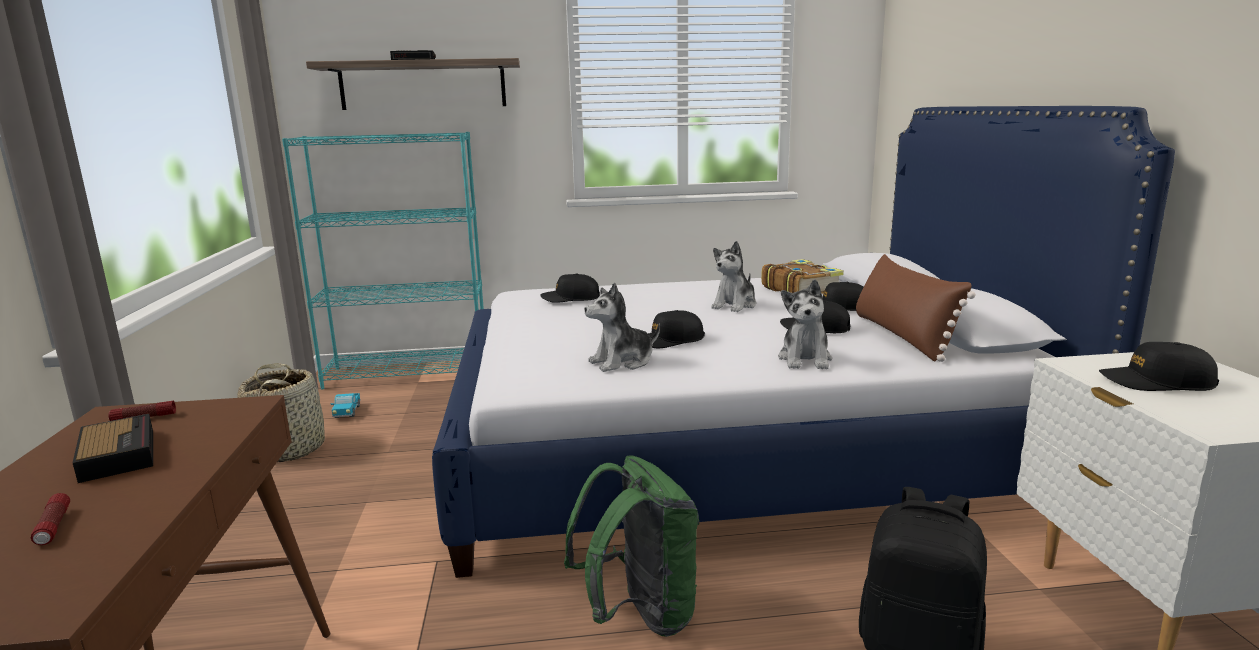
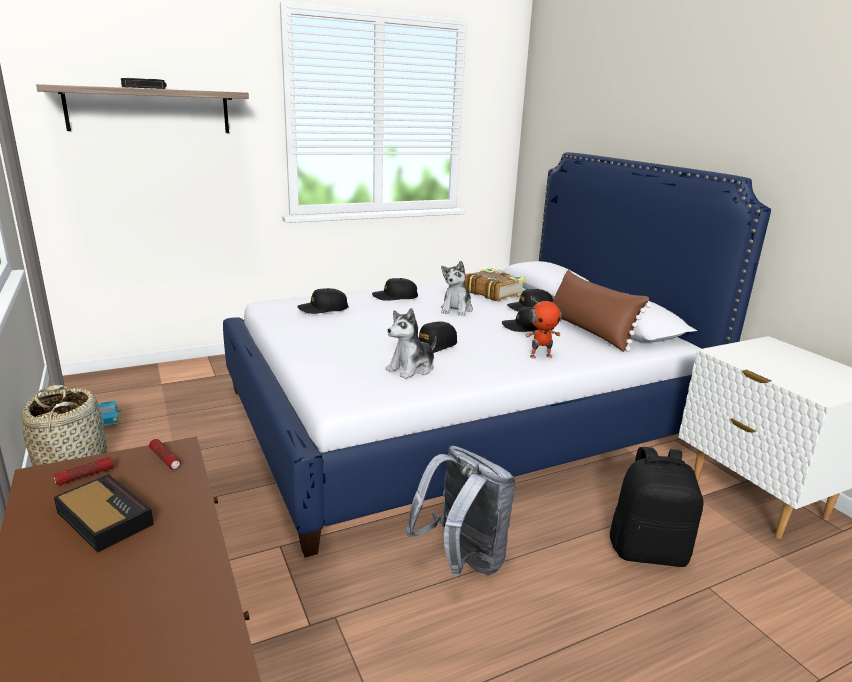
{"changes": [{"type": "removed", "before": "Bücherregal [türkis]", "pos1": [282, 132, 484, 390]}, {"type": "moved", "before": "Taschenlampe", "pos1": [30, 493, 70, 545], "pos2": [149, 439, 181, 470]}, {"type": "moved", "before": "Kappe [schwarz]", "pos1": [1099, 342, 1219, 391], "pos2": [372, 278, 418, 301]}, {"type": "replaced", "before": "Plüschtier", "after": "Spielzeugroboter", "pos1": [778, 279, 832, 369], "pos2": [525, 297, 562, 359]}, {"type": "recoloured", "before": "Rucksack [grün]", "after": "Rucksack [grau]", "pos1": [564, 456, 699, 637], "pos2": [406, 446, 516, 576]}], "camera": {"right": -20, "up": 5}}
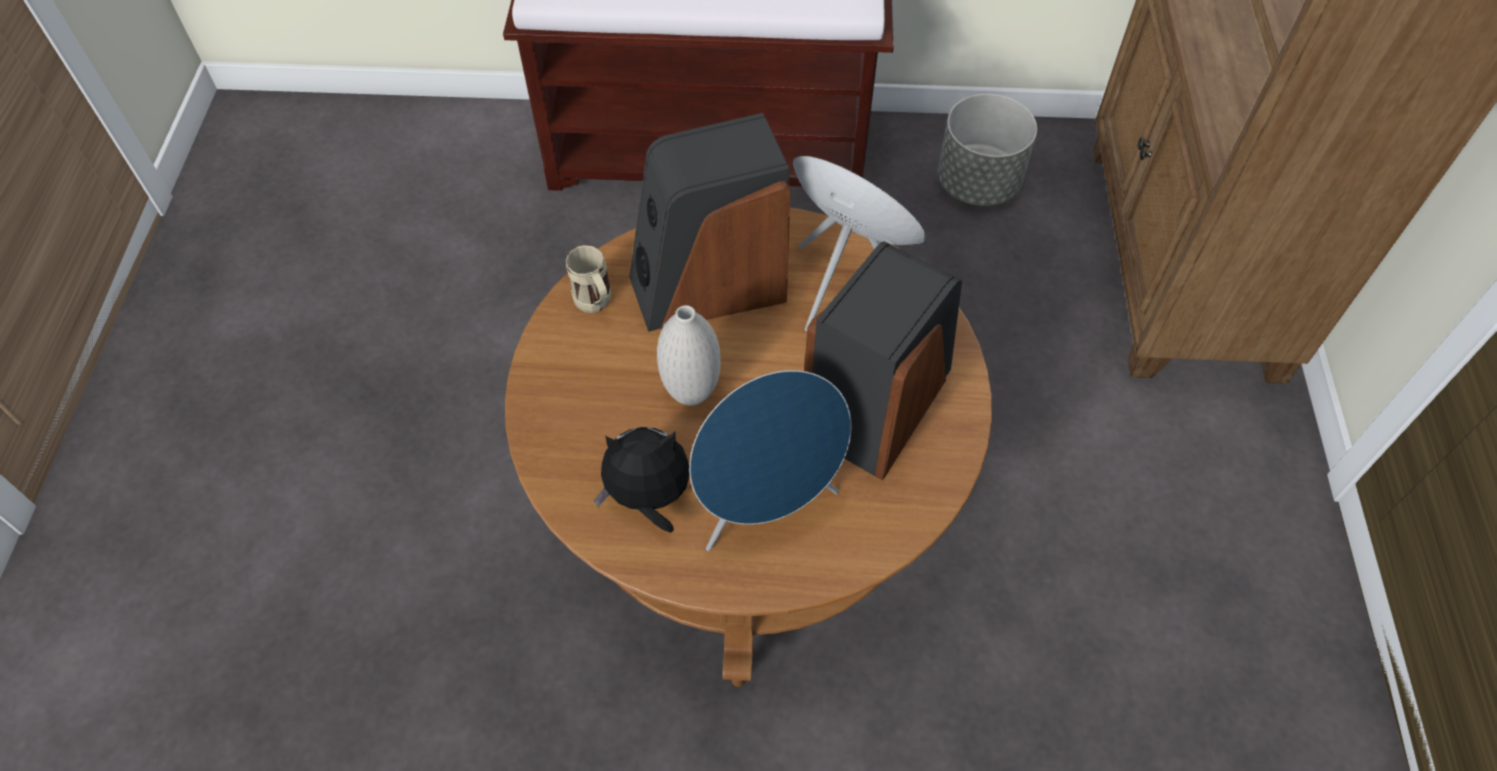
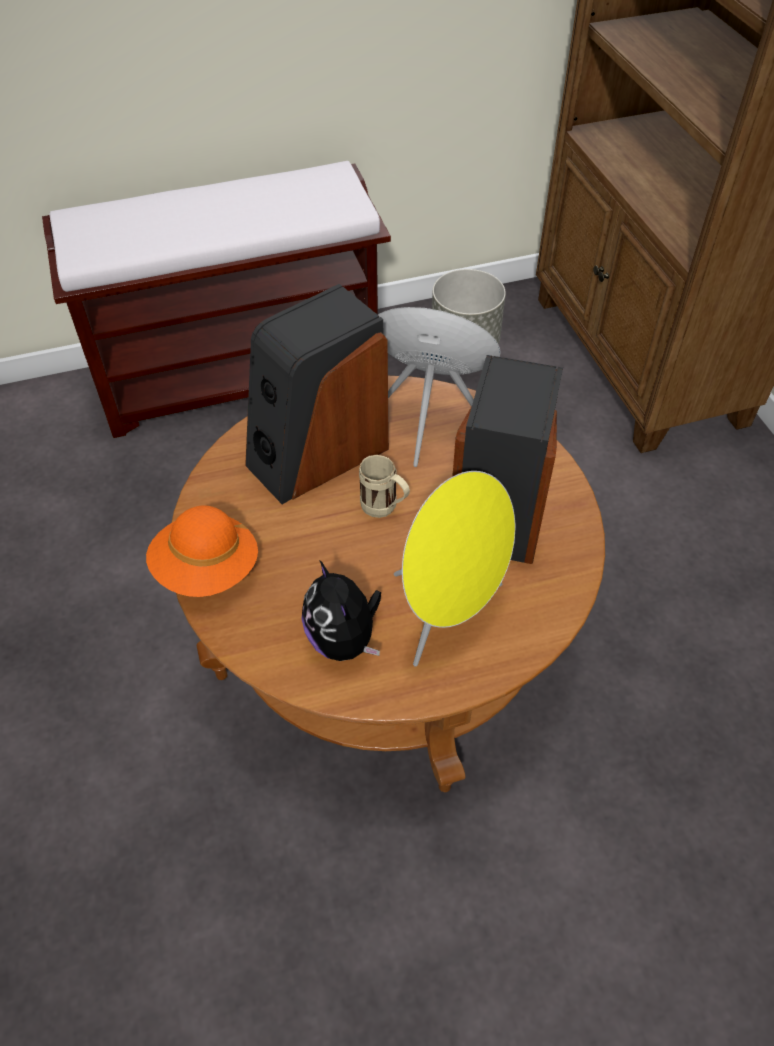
{"changes": [{"type": "removed", "before": "Vase [weiß]", "pos1": [657, 305, 721, 406]}, {"type": "added", "after": "Hut [orange]", "pos2": [146, 505, 258, 597]}, {"type": "moved", "before": "Henkelbecher [beige]", "pos1": [566, 245, 611, 313], "pos2": [359, 454, 410, 518]}, {"type": "recoloured", "before": "Lautsprecher [blau]", "after": "Lautsprecher [gelb]", "pos1": [689, 370, 851, 551], "pos2": [394, 471, 516, 667]}, {"type": "turned", "before": "Plüschtier", "pos1": [594, 427, 690, 533], "pos2": [302, 560, 381, 661], "turn": -90}], "camera": {"right": -20, "up": -5}}
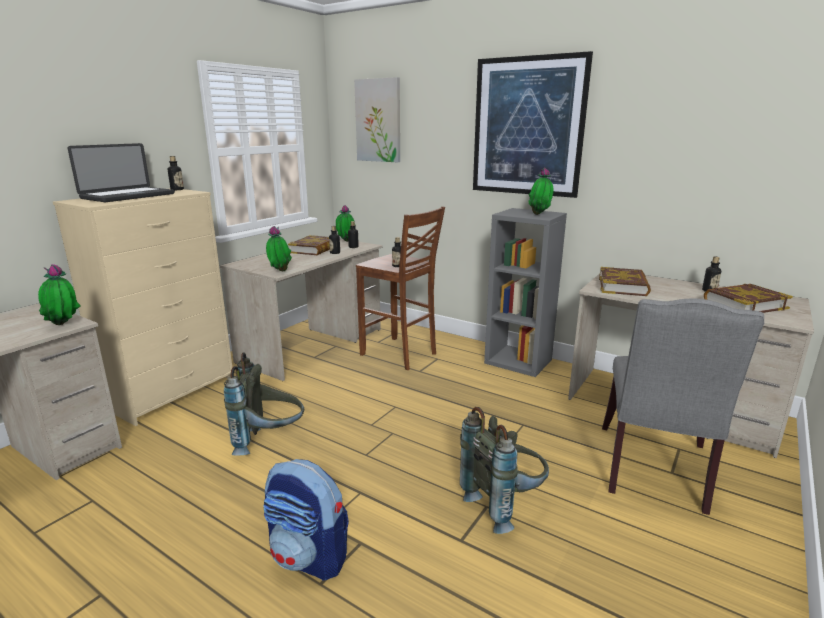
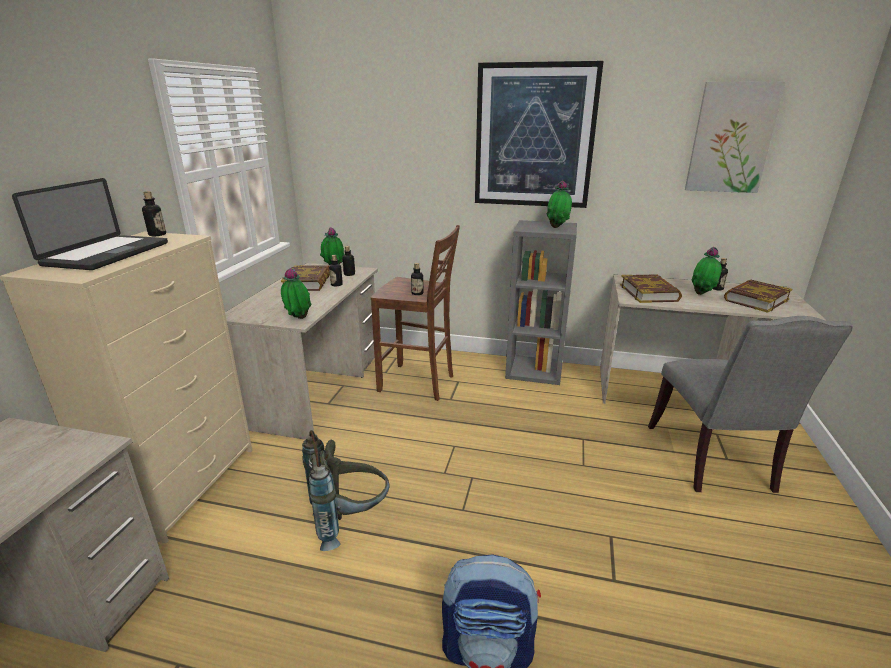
{"changes": [{"type": "removed", "before": "Rucksack [grau]", "pos1": [460, 407, 549, 534]}, {"type": "moved", "before": "Topfpflanze", "pos1": [38, 264, 80, 325], "pos2": [692, 247, 722, 295]}, {"type": "moved", "before": "Bild", "pos1": [354, 77, 400, 162], "pos2": [685, 81, 786, 193]}], "camera": {"right": -20, "up": 5}}
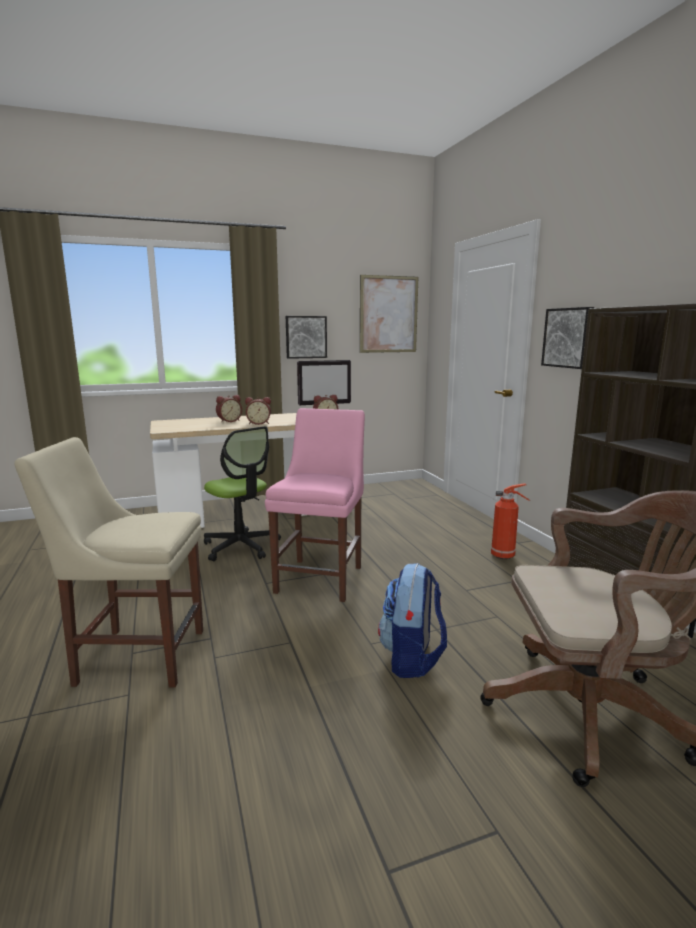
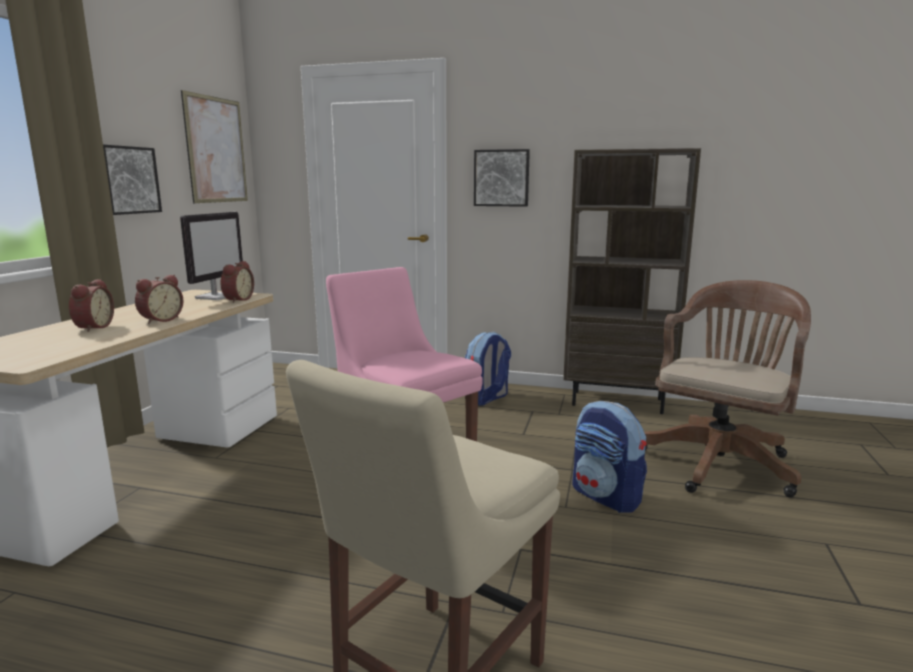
{"changes": [{"type": "removed", "before": "Bürostuhl", "pos1": [204, 426, 281, 561]}, {"type": "replaced", "before": "Feuerlöscher", "after": "Rucksack", "pos1": [491, 483, 530, 559], "pos2": [465, 332, 511, 406]}], "camera": {"right": -55, "up": 0}}
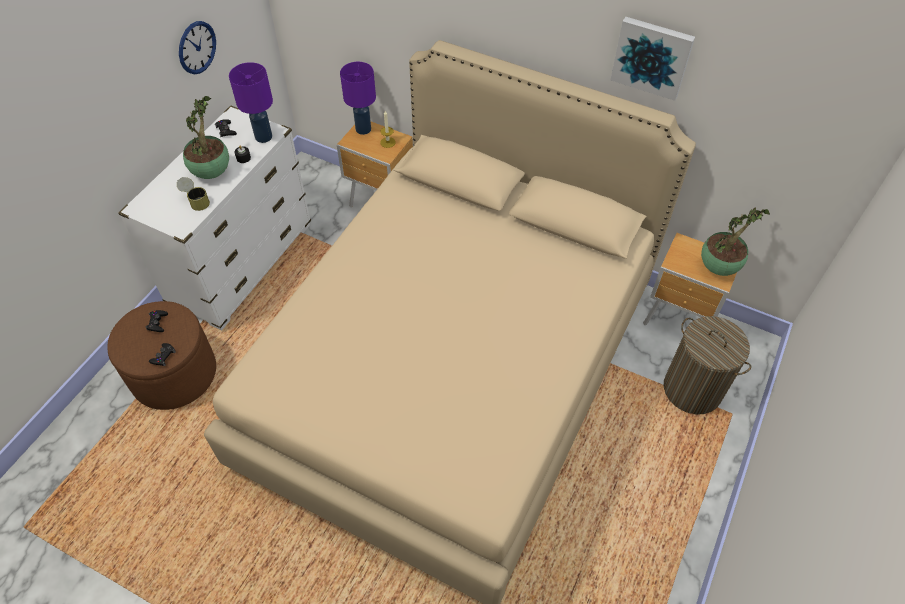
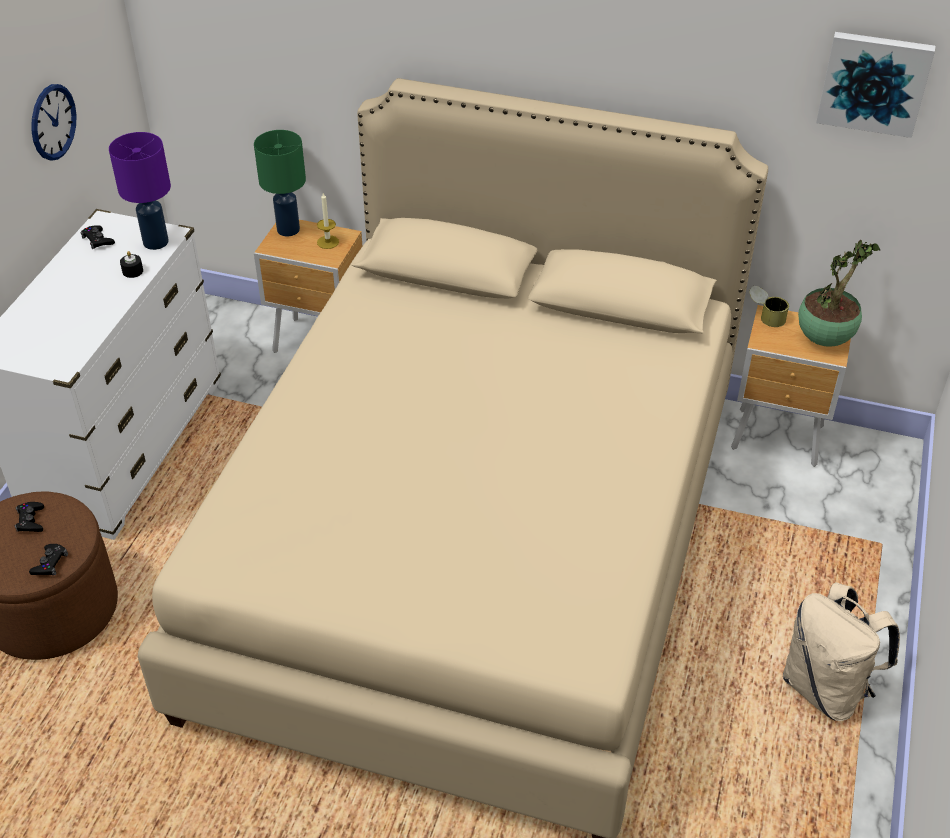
{"changes": [{"type": "removed", "before": "Topfpflanze", "pos1": [183, 96, 229, 179]}, {"type": "removed", "before": "Wäschekorb", "pos1": [664, 316, 752, 415]}, {"type": "added", "after": "Rucksack [beige]", "pos2": [783, 582, 900, 721]}, {"type": "moved", "before": "Dose", "pos1": [177, 177, 210, 211], "pos2": [749, 286, 789, 327]}, {"type": "moved", "before": "Bild", "pos1": [610, 17, 695, 101], "pos2": [816, 32, 935, 138]}, {"type": "recoloured", "before": "Tischlampe [lila]", "after": "Tischlampe [grün]", "pos1": [340, 62, 376, 135], "pos2": [254, 130, 306, 236]}], "camera": {"right": -10, "up": -10}}
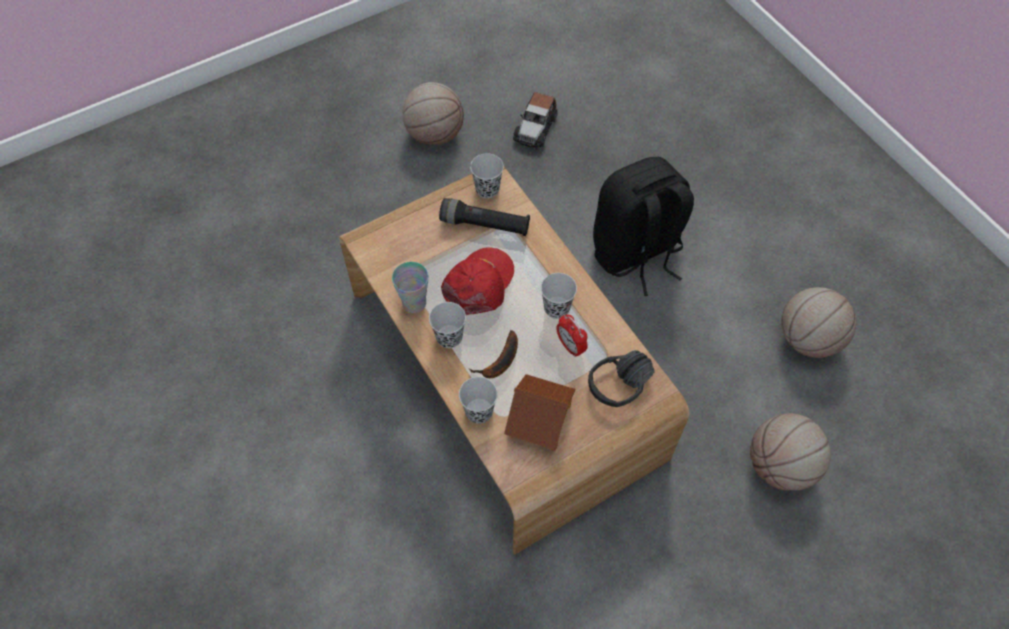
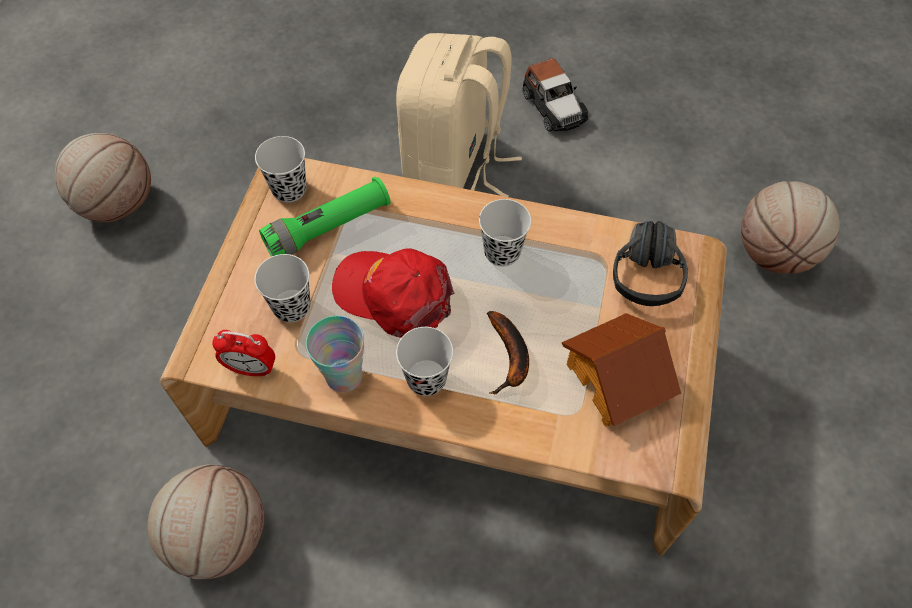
{"changes": [{"type": "moved", "before": "Tasse [schwarz]", "pos1": [459, 377, 498, 424], "pos2": [254, 254, 311, 323]}, {"type": "moved", "before": "Spielzeugauto", "pos1": [513, 92, 558, 148], "pos2": [523, 58, 588, 132]}, {"type": "moved", "before": "Wecker", "pos1": [556, 314, 588, 357], "pos2": [212, 330, 275, 377]}, {"type": "moved", "before": "Basketball", "pos1": [781, 287, 857, 358], "pos2": [147, 464, 265, 579]}, {"type": "recoloured", "before": "Taschenlampe [schwarz]", "after": "Taschenlampe [grün]", "pos1": [439, 198, 530, 236], "pos2": [259, 177, 391, 257]}, {"type": "recoloured", "before": "Rucksack [schwarz]", "after": "Rucksack [beige]", "pos1": [593, 157, 694, 296], "pos2": [396, 33, 522, 197]}, {"type": "turned", "before": "Kappe [rot]", "pos1": [441, 248, 514, 315], "pos2": [332, 248, 454, 338], "turn": -45}], "camera": {"right": -45, "up": 0}}
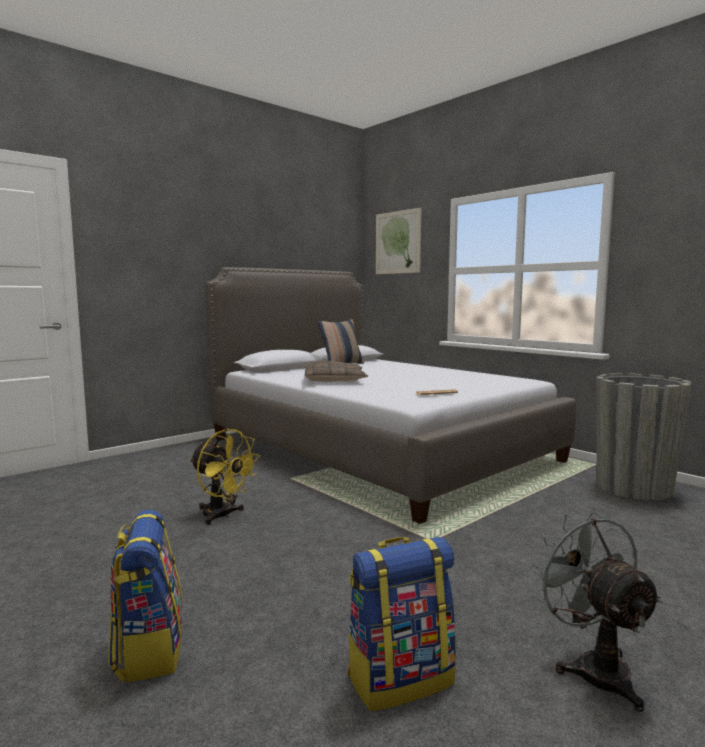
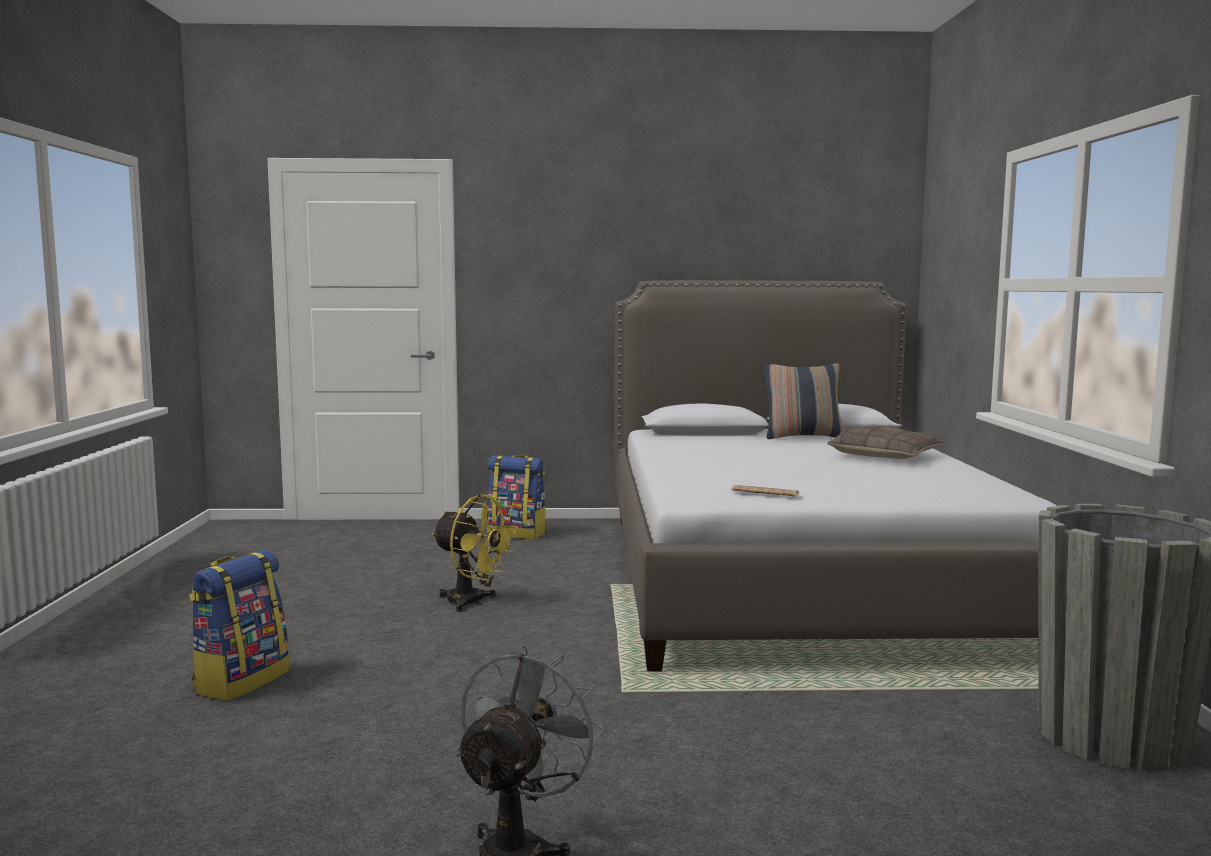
{"changes": [{"type": "removed", "before": "Bild", "pos1": [376, 207, 421, 274]}, {"type": "moved", "before": "Kissen", "pos1": [305, 361, 368, 382], "pos2": [827, 426, 945, 459]}, {"type": "moved", "before": "Rucksack", "pos1": [347, 537, 456, 711], "pos2": [486, 455, 546, 539]}, {"type": "turned", "before": "Ventilator [gelb]", "pos1": [190, 429, 261, 525], "pos2": [432, 494, 518, 612], "turn": -45}], "camera": {"right": 40, "up": 0}}
